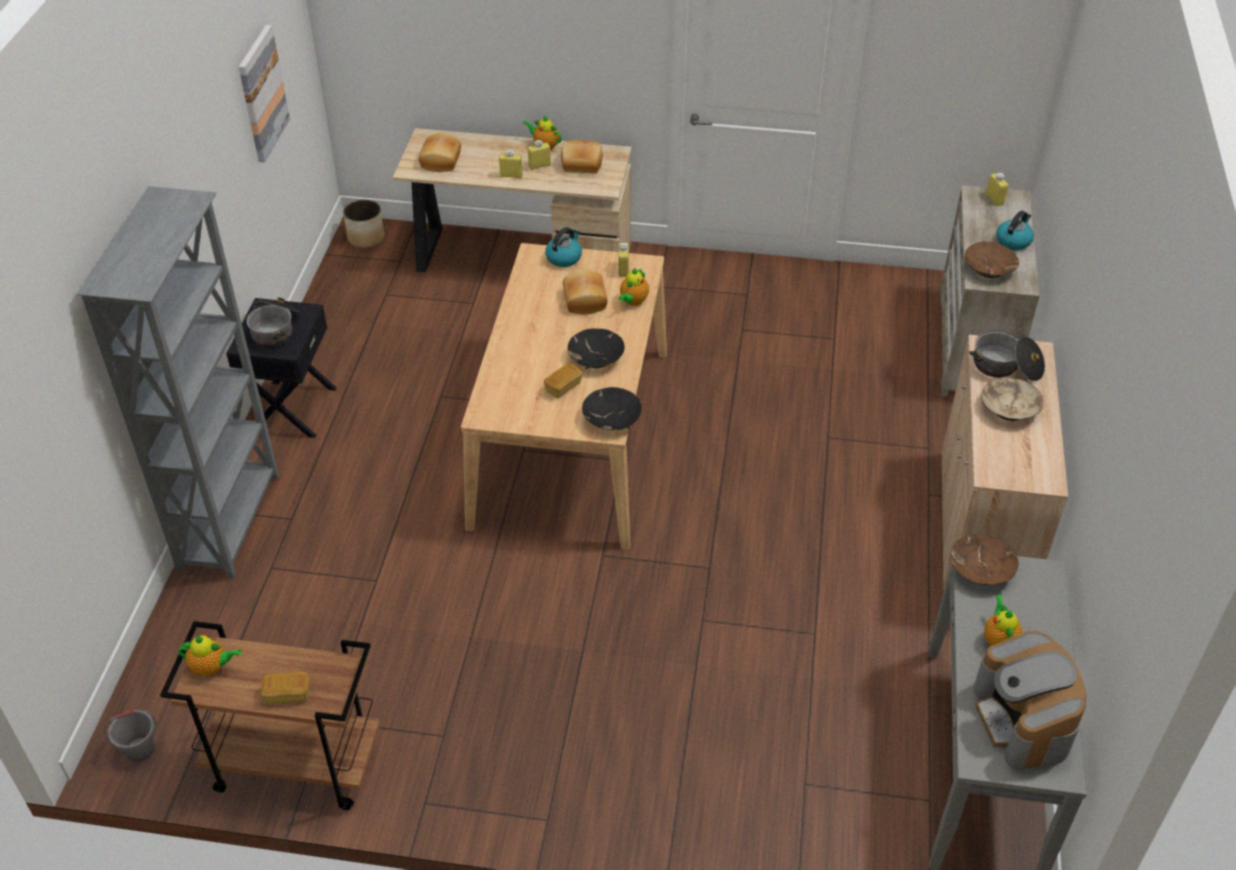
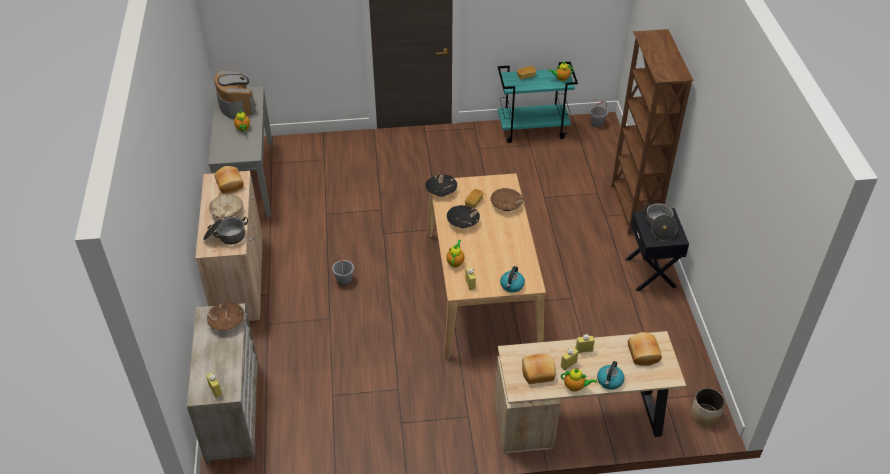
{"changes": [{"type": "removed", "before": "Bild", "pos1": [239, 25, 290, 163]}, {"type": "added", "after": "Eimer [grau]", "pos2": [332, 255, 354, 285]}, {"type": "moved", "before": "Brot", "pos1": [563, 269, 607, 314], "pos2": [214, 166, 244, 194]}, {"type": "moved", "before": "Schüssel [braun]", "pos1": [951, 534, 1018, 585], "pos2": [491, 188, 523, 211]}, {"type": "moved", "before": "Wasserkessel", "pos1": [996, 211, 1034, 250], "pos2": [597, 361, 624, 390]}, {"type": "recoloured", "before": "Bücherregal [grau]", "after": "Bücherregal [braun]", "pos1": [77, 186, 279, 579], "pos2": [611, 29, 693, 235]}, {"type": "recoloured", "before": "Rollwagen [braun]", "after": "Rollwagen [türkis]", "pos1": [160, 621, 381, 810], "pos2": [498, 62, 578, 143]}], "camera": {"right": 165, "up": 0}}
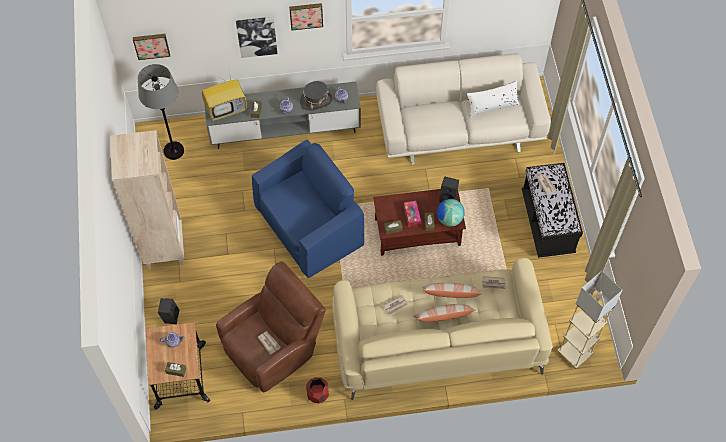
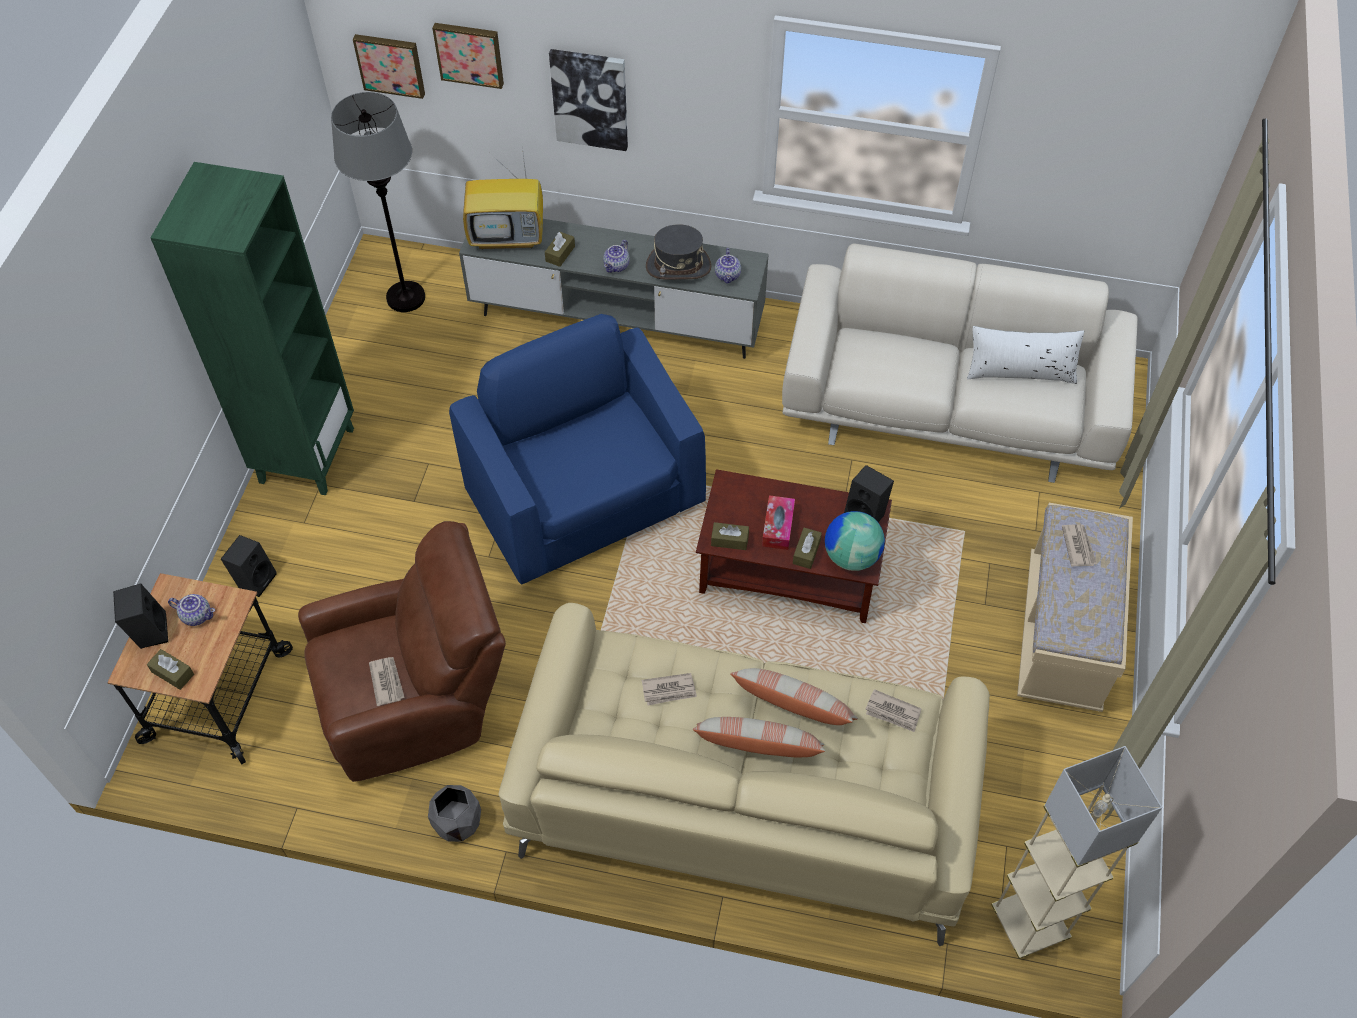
{"changes": [{"type": "added", "after": "Lautsprecher [schwarz]", "pos2": [113, 583, 168, 649]}, {"type": "moved", "before": "Bild", "pos1": [289, 3, 323, 31], "pos2": [432, 23, 504, 89]}, {"type": "recoloured", "before": "Bücherregal [beige]", "after": "Bücherregal [grün]", "pos1": [110, 130, 184, 270], "pos2": [150, 162, 354, 495]}, {"type": "recoloured", "before": "Pflanzkübel [rot]", "after": "Pflanzkübel [grau]", "pos1": [306, 377, 329, 403], "pos2": [428, 785, 481, 842]}, {"type": "recoloured", "before": "Bank [schwarz]", "after": "Bank [beige]", "pos1": [522, 163, 583, 258], "pos2": [1017, 503, 1133, 712]}, {"type": "turned", "before": "Sessel [blau]", "pos1": [252, 140, 364, 278], "pos2": [449, 314, 706, 585], "turn": -105}], "camera": {"right": 20, "up": -5}}
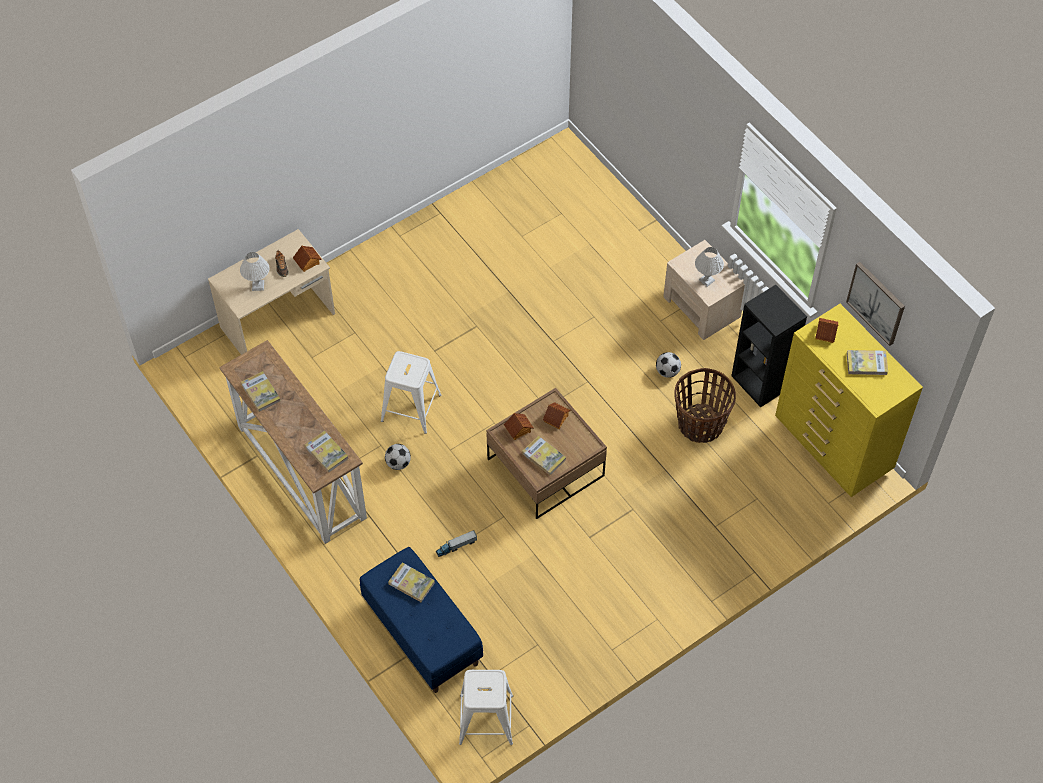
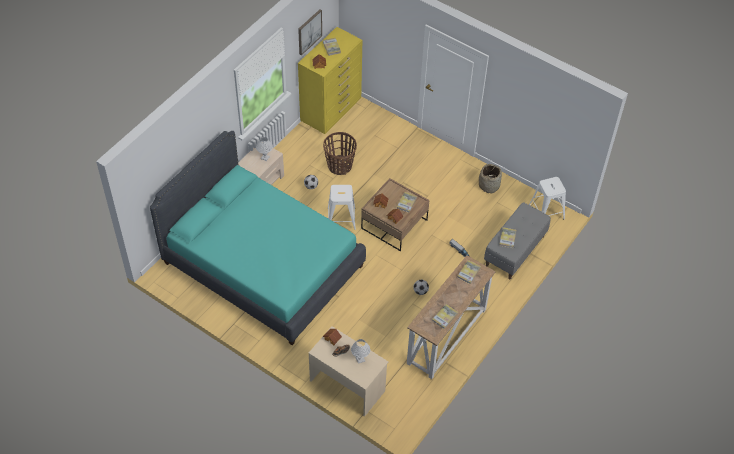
{"changes": [{"type": "removed", "before": "Bücherregal [schwarz]", "pos1": [731, 285, 807, 407]}, {"type": "added", "after": "Bett [türkis]", "pos2": [150, 131, 366, 345]}, {"type": "added", "after": "Korb", "pos2": [479, 164, 502, 193]}, {"type": "moved", "before": "Hocker [weiß]", "pos1": [381, 351, 442, 434], "pos2": [328, 185, 356, 230]}, {"type": "recoloured", "before": "Bank [blau]", "after": "Bank [grau]", "pos1": [360, 547, 483, 693], "pos2": [484, 202, 551, 279]}], "camera": {"right": -110, "up": -5}}
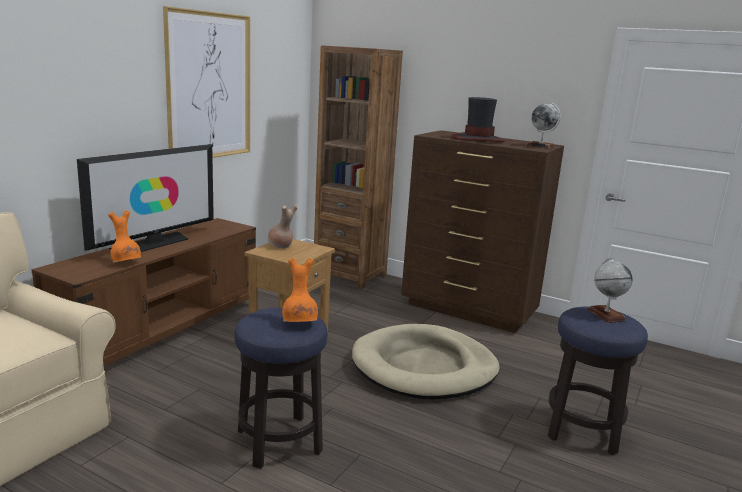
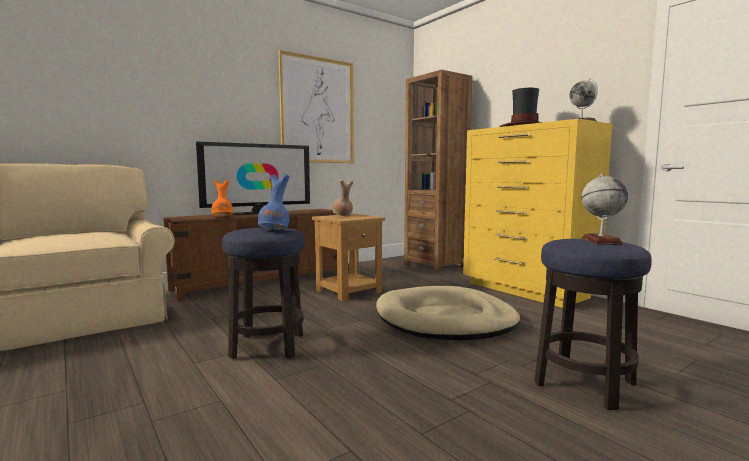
{"changes": [{"type": "recoloured", "before": "Vase [orange]", "after": "Vase [blau]", "pos1": [282, 258, 318, 322], "pos2": [258, 174, 290, 230]}, {"type": "recoloured", "before": "Kommode [braun]", "after": "Kommode [gelb]", "pos1": [401, 130, 564, 333], "pos2": [463, 119, 612, 308]}], "camera": {"right": 25, "up": -10}}
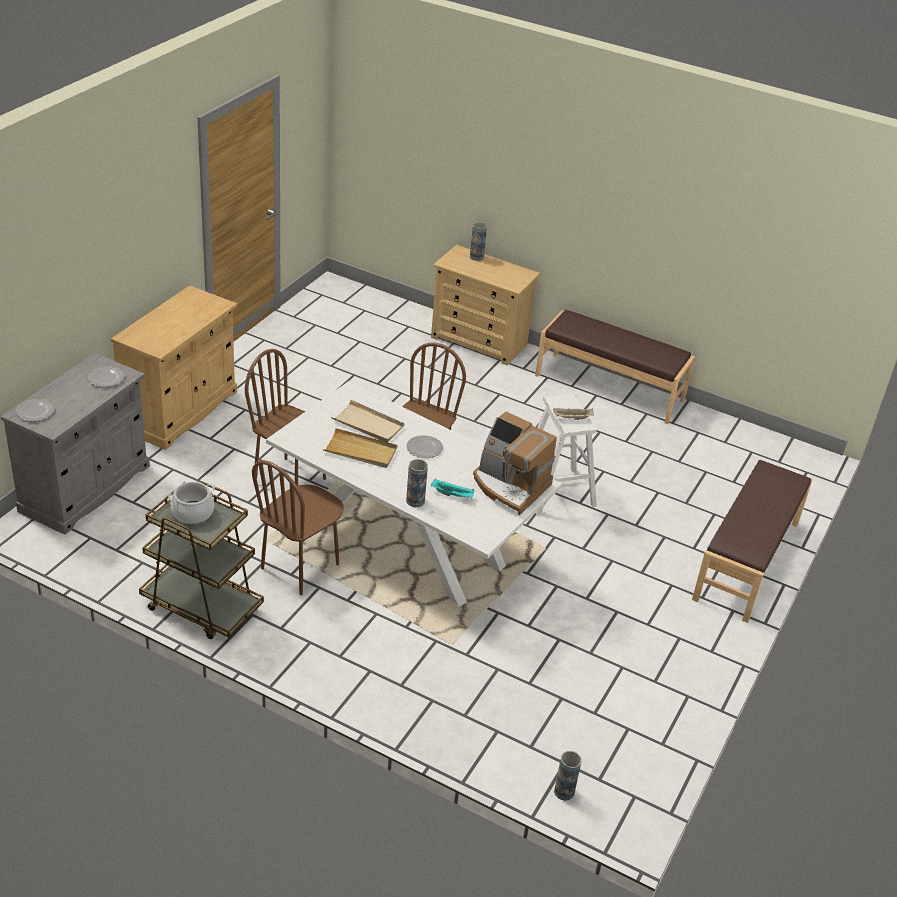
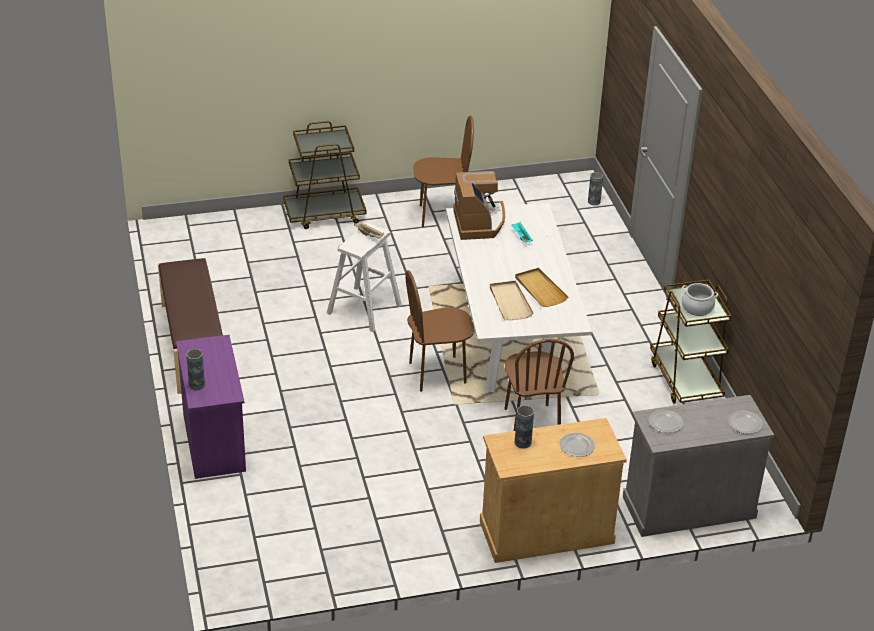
{"changes": [{"type": "moved", "before": "Stuhl [braun]", "pos1": [252, 460, 344, 595], "pos2": [413, 116, 474, 227]}, {"type": "moved", "before": "Teller", "pos1": [406, 435, 443, 458], "pos2": [560, 433, 595, 457]}, {"type": "moved", "before": "Vase", "pos1": [406, 459, 428, 507], "pos2": [515, 405, 534, 449]}, {"type": "replaced", "before": "Bank [braun]", "after": "Rollwagen [braun]", "pos1": [692, 459, 813, 623], "pos2": [283, 121, 366, 229]}, {"type": "recoloured", "before": "Kommode [beige]", "after": "Kommode [lila]", "pos1": [431, 245, 540, 366], "pos2": [176, 335, 246, 479]}], "camera": {"right": -130, "up": 0}}
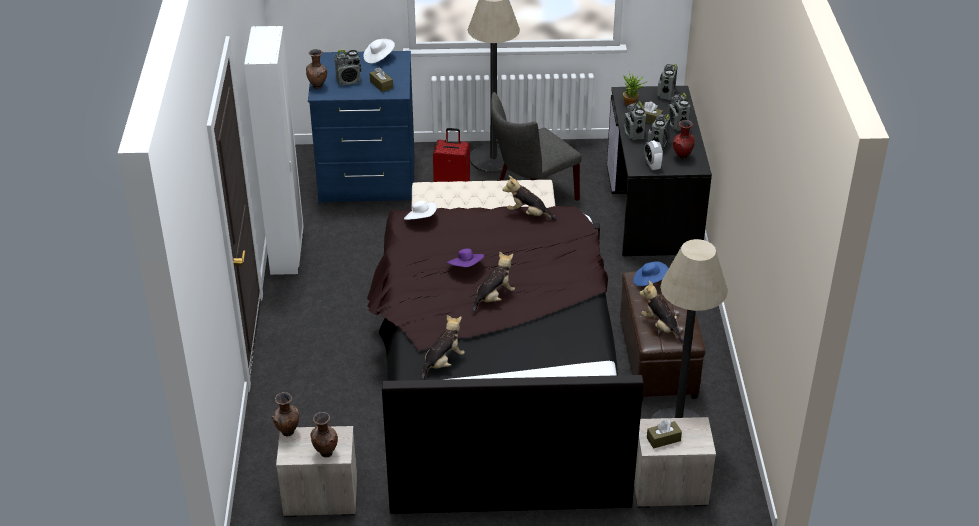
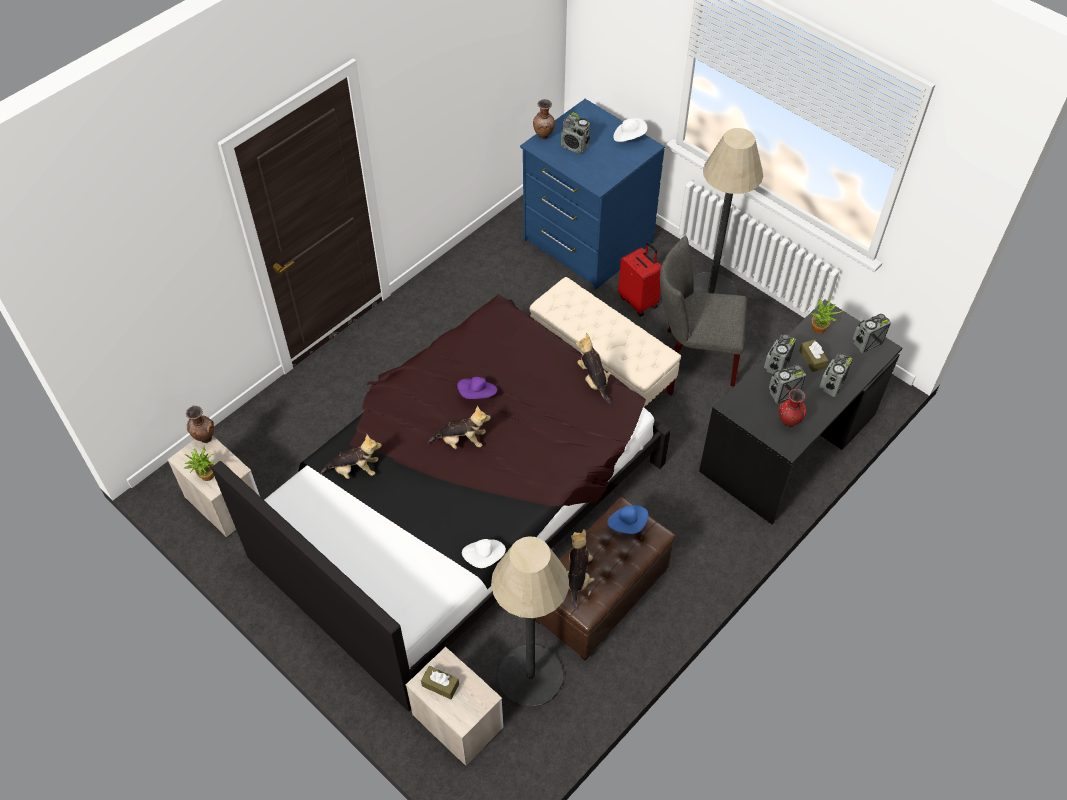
{"changes": [{"type": "removed", "before": "Kleiderschrank [weiß]", "pos1": [244, 26, 304, 275]}, {"type": "removed", "before": "Taschentuchbox [braun]", "pos1": [370, 67, 393, 92]}, {"type": "removed", "before": "Wecker", "pos1": [644, 140, 663, 170]}, {"type": "moved", "before": "Hut [weiß]", "pos1": [404, 200, 437, 220], "pos2": [462, 539, 506, 568]}, {"type": "replaced", "before": "Vase [braun]", "after": "Topfpflanze", "pos1": [311, 412, 338, 457], "pos2": [184, 445, 215, 481]}], "camera": {"right": 45, "up": 15}}
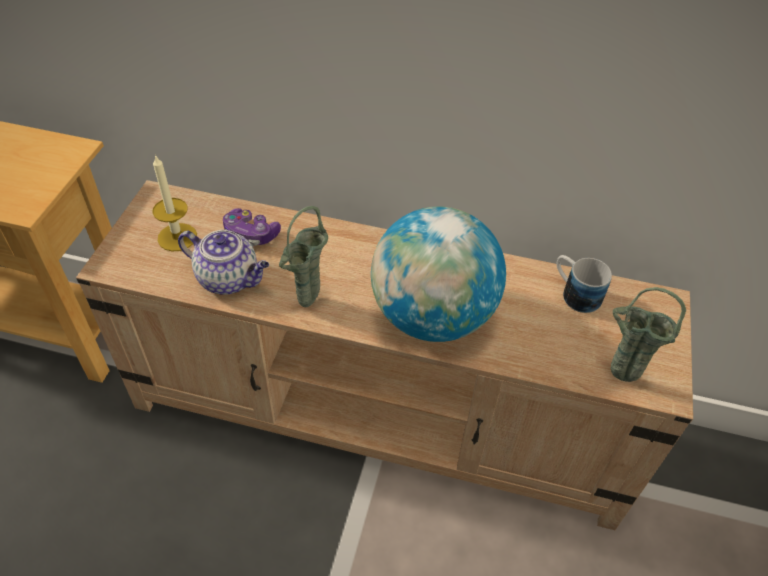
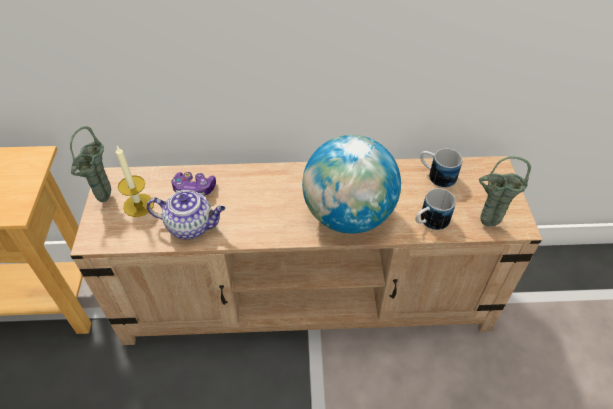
{"changes": [{"type": "added", "after": "Henkelbecher", "pos2": [415, 188, 456, 230]}, {"type": "moved", "before": "Vase [grün]", "pos1": [279, 206, 328, 307], "pos2": [70, 126, 111, 202]}], "camera": {"right": -15, "up": 0}}
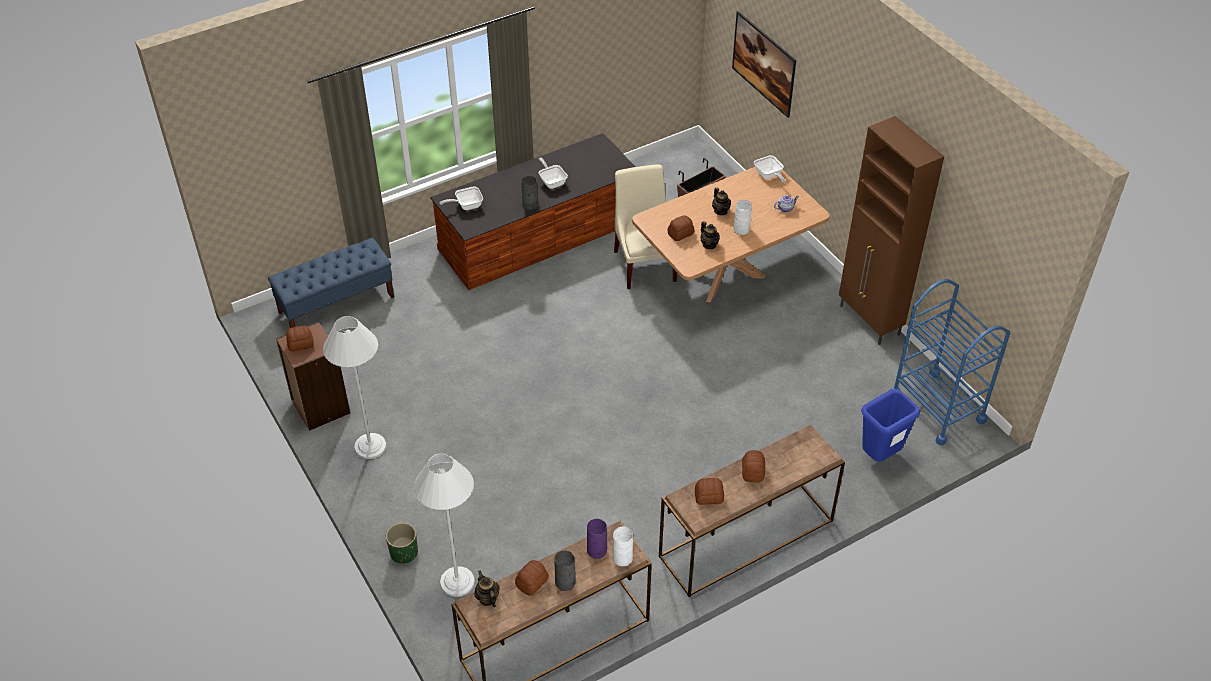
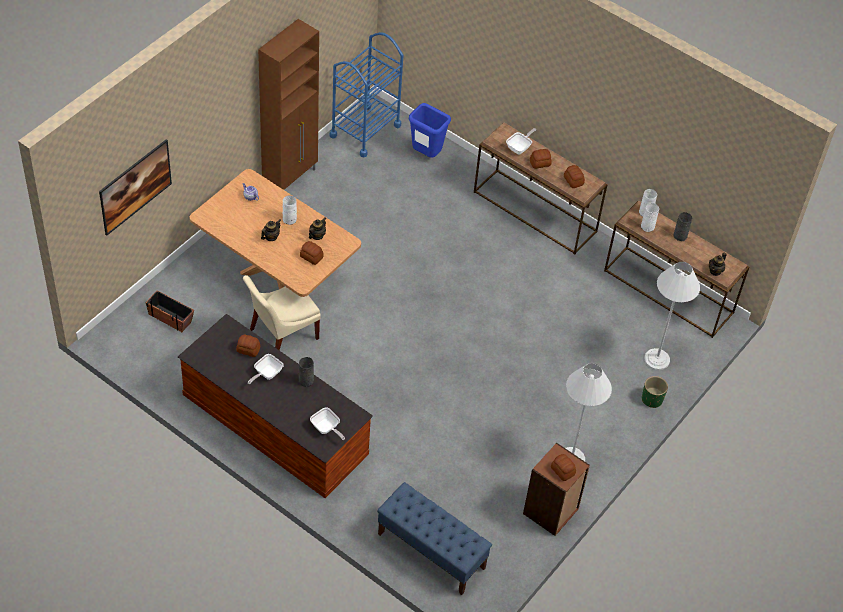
{"changes": [{"type": "moved", "before": "Brot", "pos1": [515, 560, 549, 596], "pos2": [236, 334, 260, 357]}, {"type": "moved", "before": "Pfanne", "pos1": [754, 155, 786, 184], "pos2": [506, 128, 537, 154]}, {"type": "recoloured", "before": "Vase [lila]", "after": "Vase [weiß]", "pos1": [587, 519, 607, 559], "pos2": [641, 203, 659, 232]}], "camera": {"right": -115, "up": 5}}
